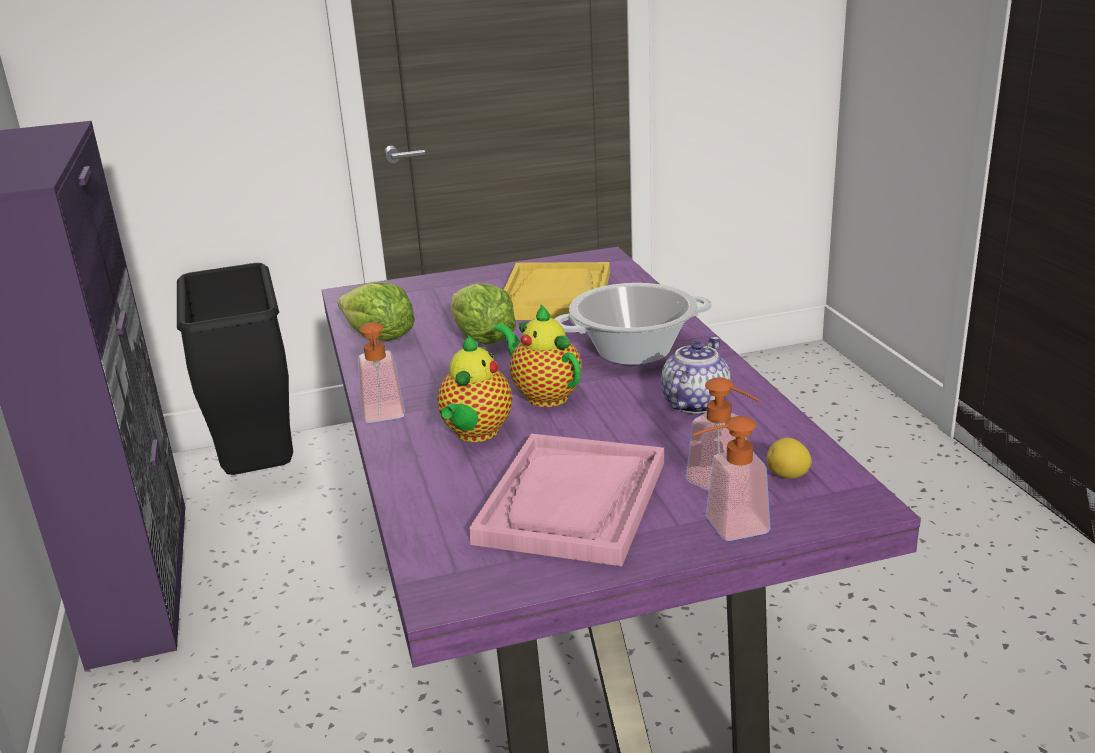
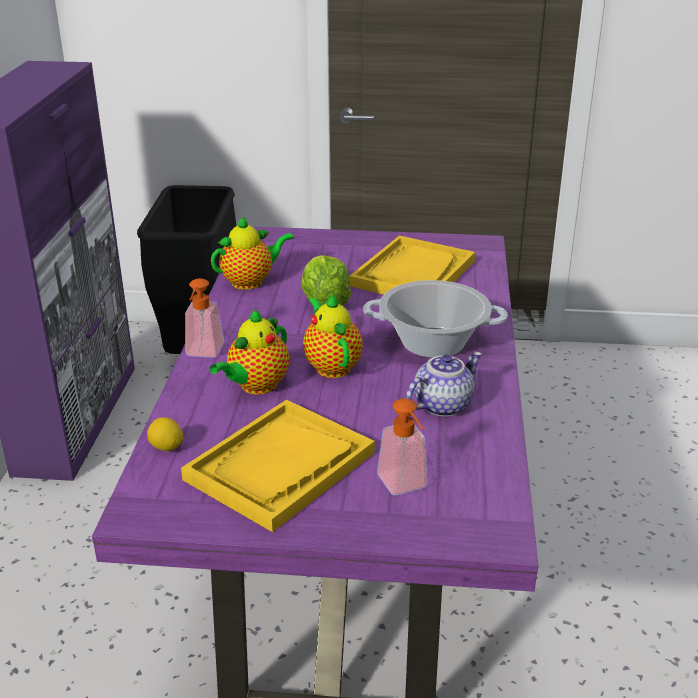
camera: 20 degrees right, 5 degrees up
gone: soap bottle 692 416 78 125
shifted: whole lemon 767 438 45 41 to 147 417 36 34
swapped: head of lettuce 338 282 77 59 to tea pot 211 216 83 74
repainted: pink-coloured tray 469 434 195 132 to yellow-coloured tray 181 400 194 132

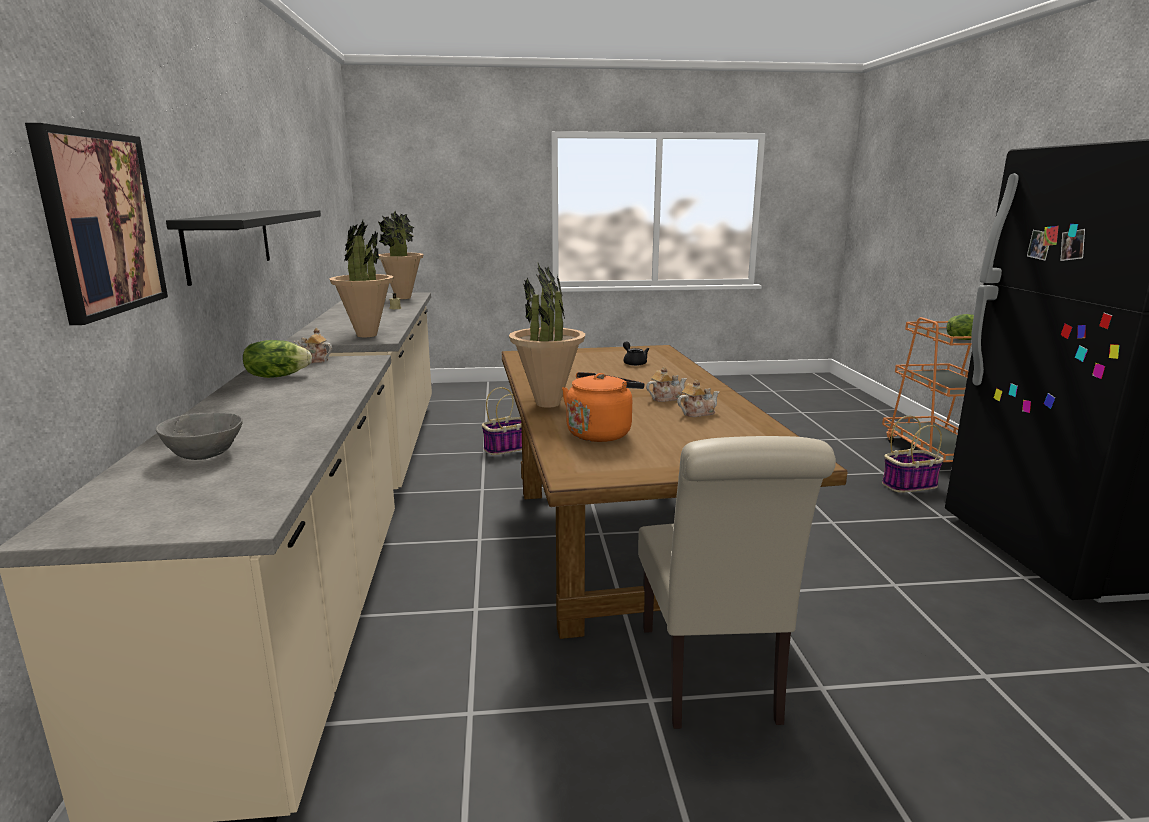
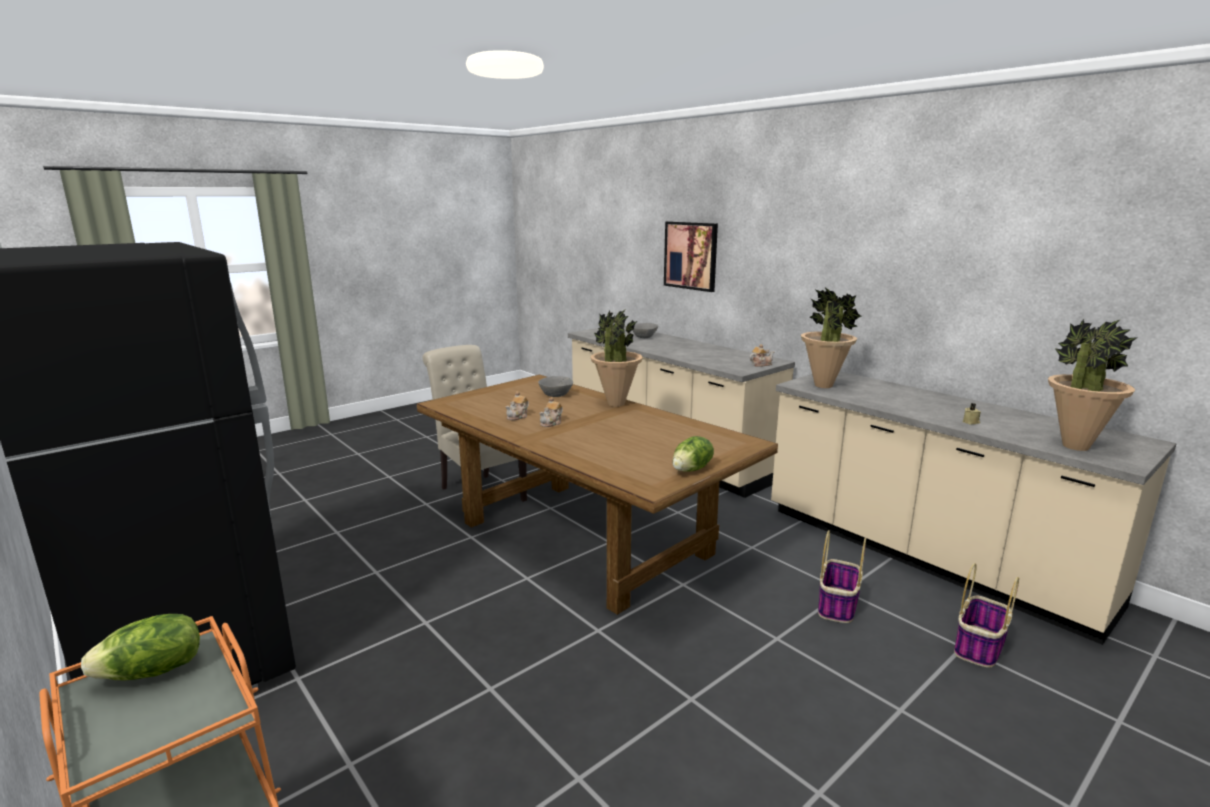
camera: 145 degrees right, 0 degrees up
gone: black-coloured shelf 166 210 155 76; black-coloured tea pot 623 341 26 25
shifted: head of lettuce 243 340 69 38 to 672 436 42 36; household basket 882 416 62 77 to 954 563 65 105
swapped: orangey tea kettle 562 372 83 70 to greyish serving bowl 538 376 35 21

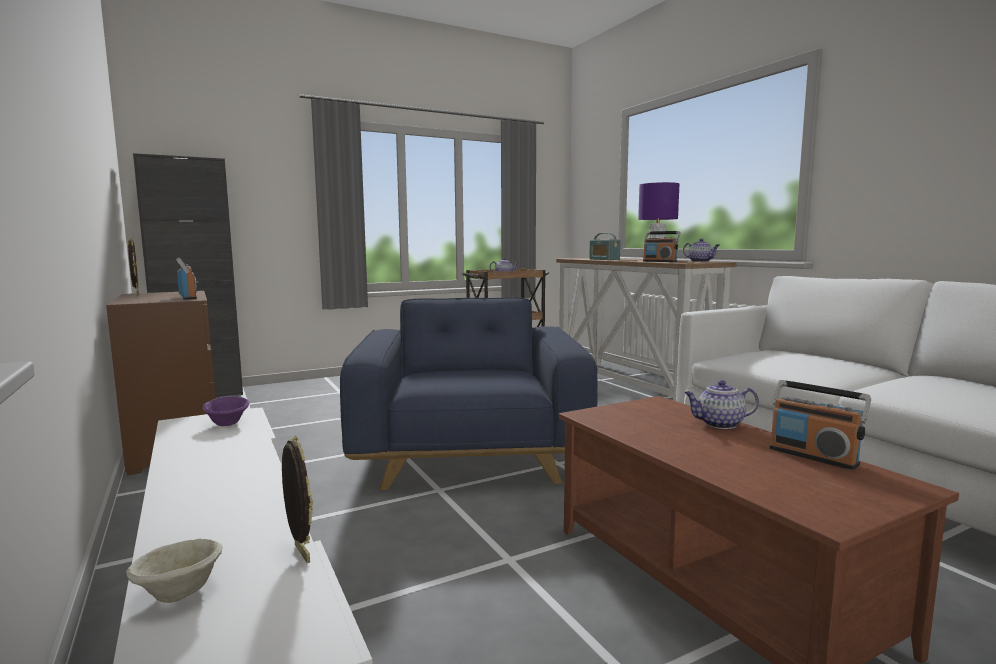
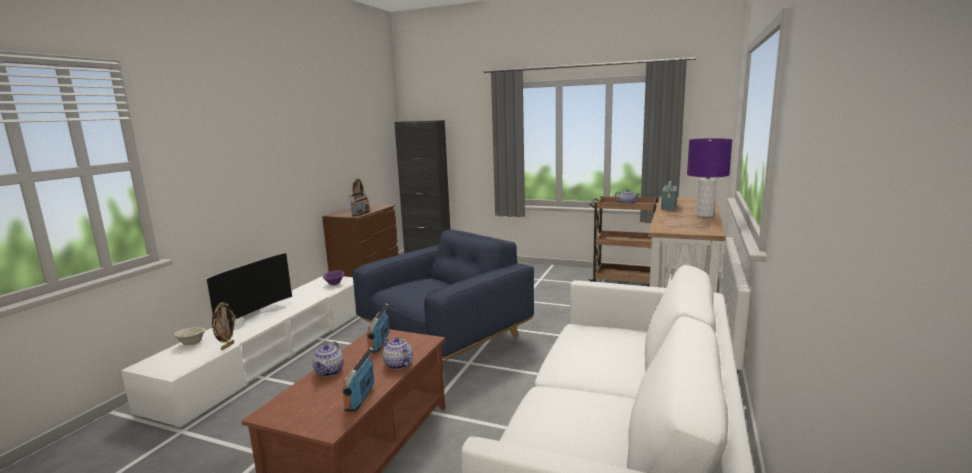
camera: 50 degrees right, 5 degrees up
new: TV set 206 253 86 77
shifted: radio receiver 643 231 38 31 to 367 303 22 49; tea pot 683 239 36 23 to 312 341 32 35

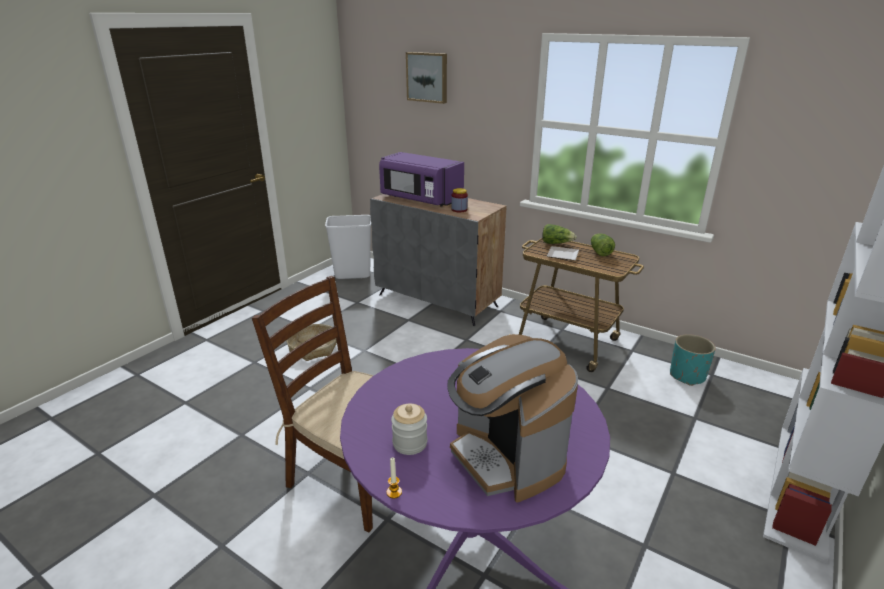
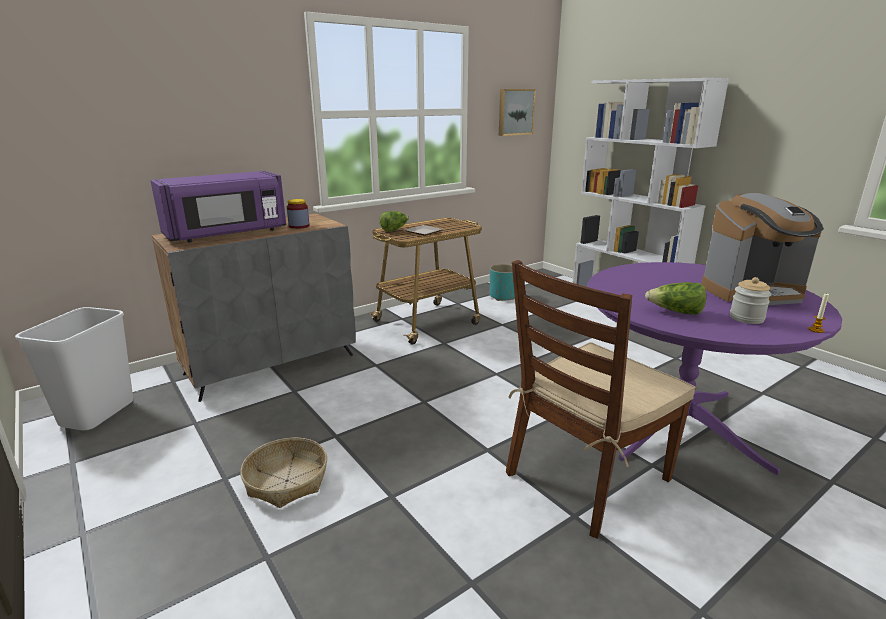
camera: 70 degrees left, 5 degrees down
shifted: wall picture 406 52 41 52 to 499 89 37 47; head of lettuce 591 233 24 23 to 645 282 61 33

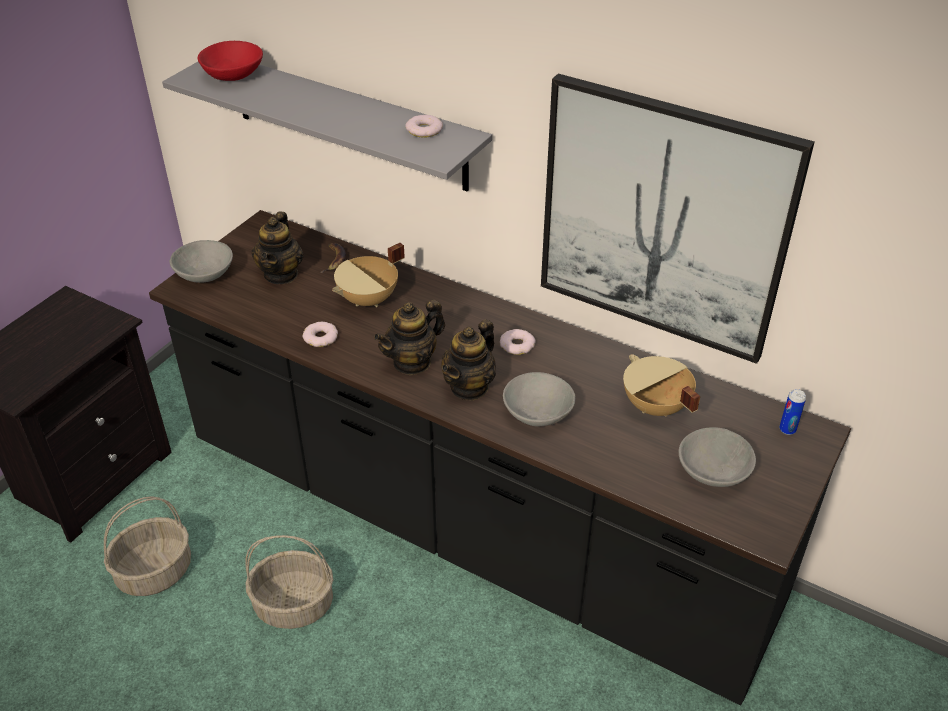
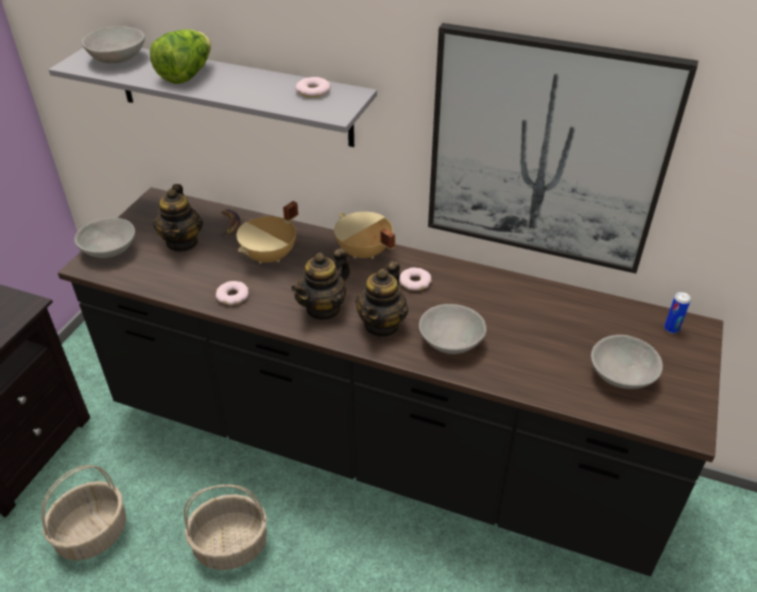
camera: 10 degrees left, 0 degrees up
new: head of lettuce 150 29 61 55
shifted: sand-coloured stockpot 623 354 78 63 to 334 212 61 47
repainted: red-coloured serving bowl 197 41 66 40 to greyish serving bowl 81 26 64 38

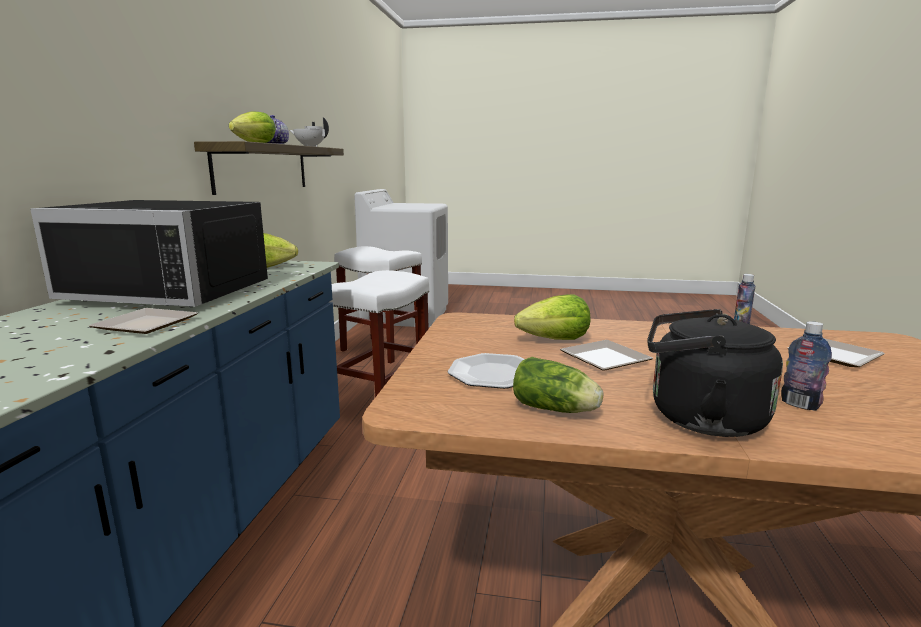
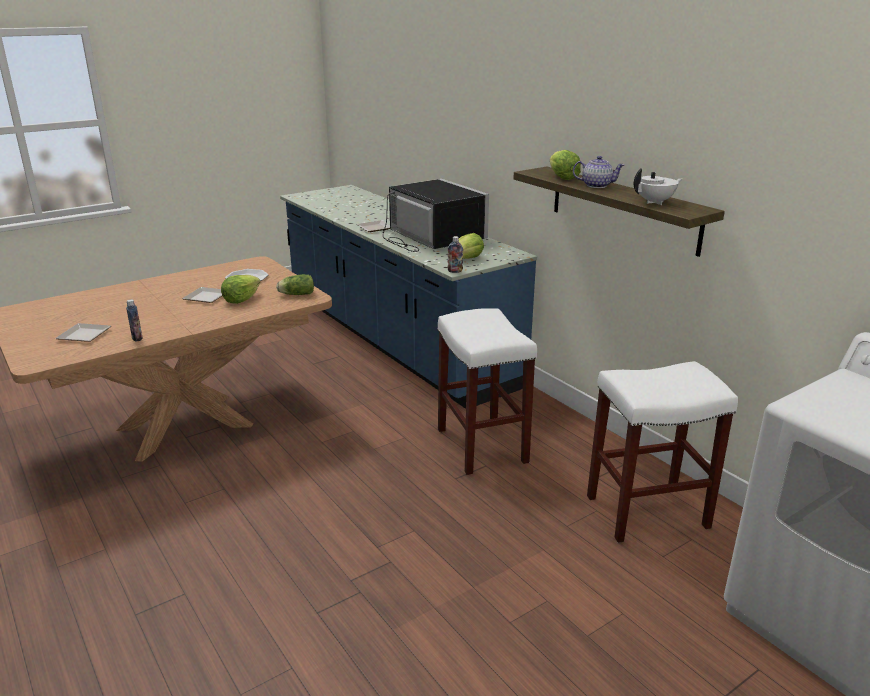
camera: 135 degrees right, 10 degrees up
gone: black-coloured tea kettle 647 309 136 128
shifted: head of lettuce 513 357 90 56 to 276 274 38 21; drink bottle 781 321 51 90 to 447 236 16 37
rotated: black-coloured microwave oven 30 200 238 107 = 383 179 106 73 90 degrees clockwise

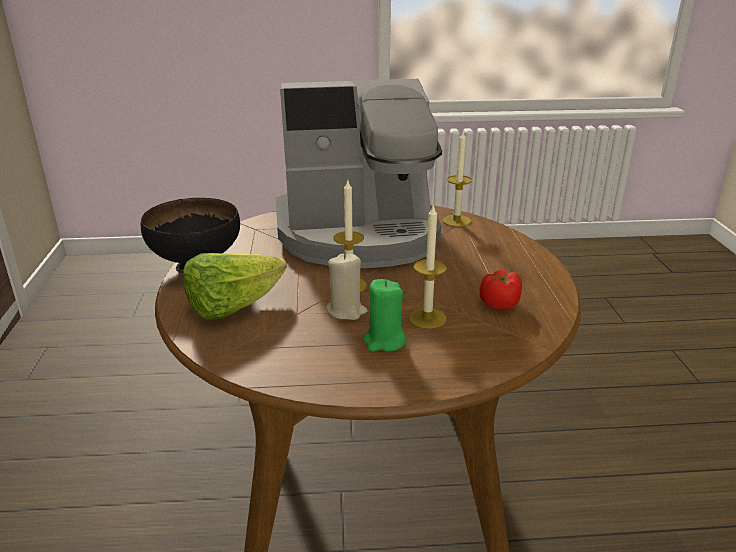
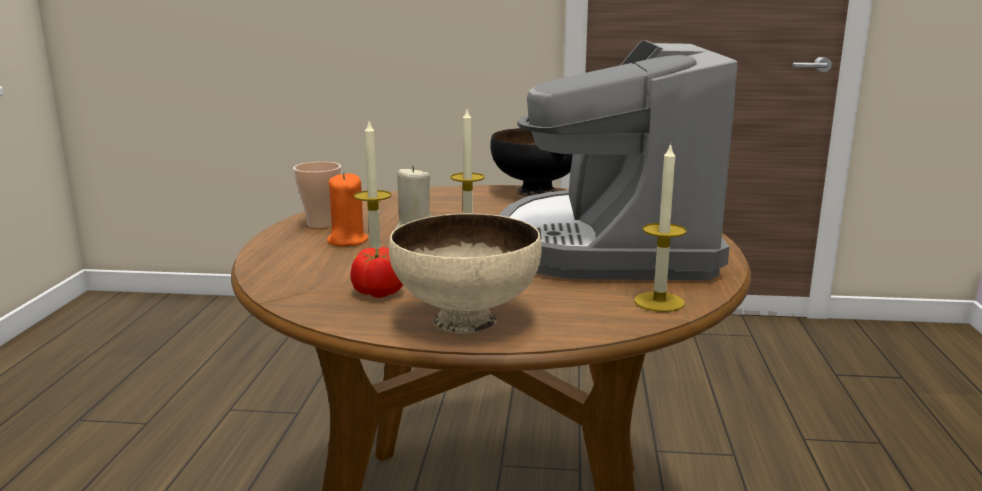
camera: 100 degrees right, 10 degrees down
gone: head of lettuce 183 253 104 67
new: cup 293 162 48 66; sand-coloured serving bowl 389 213 153 121
repainted: green-coloured wax light 363 279 43 73 to orangey wax light 327 172 41 75

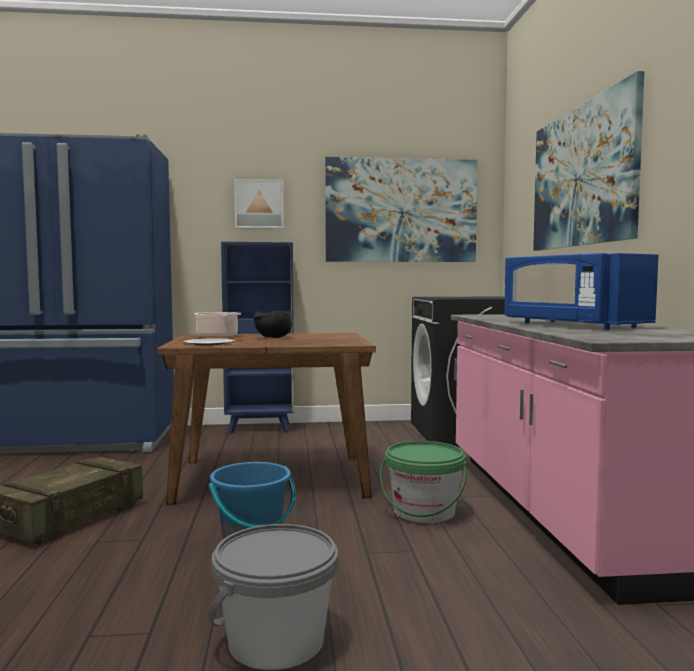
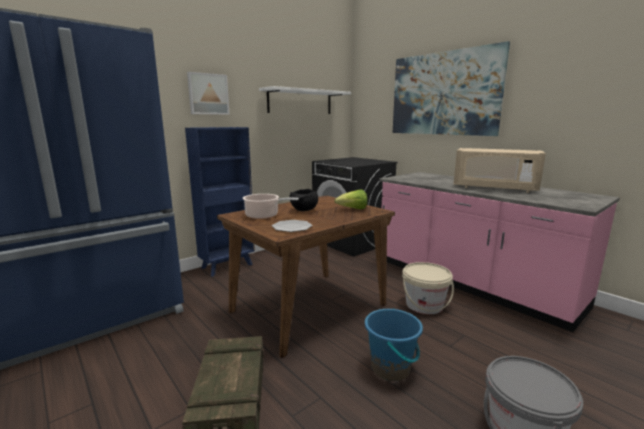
camera: 35 degrees left, 10 degrees up
new: head of lettuce 334 189 33 20
swapped: wall picture 325 157 153 105 to white-coloured shelf 259 86 92 28
repainted: green-coloured pail 380 441 87 82 to sand-coloured pail 402 262 52 52; blue-coloured microwave oven 504 253 154 77 to sand-coloured microwave oven 454 148 92 45

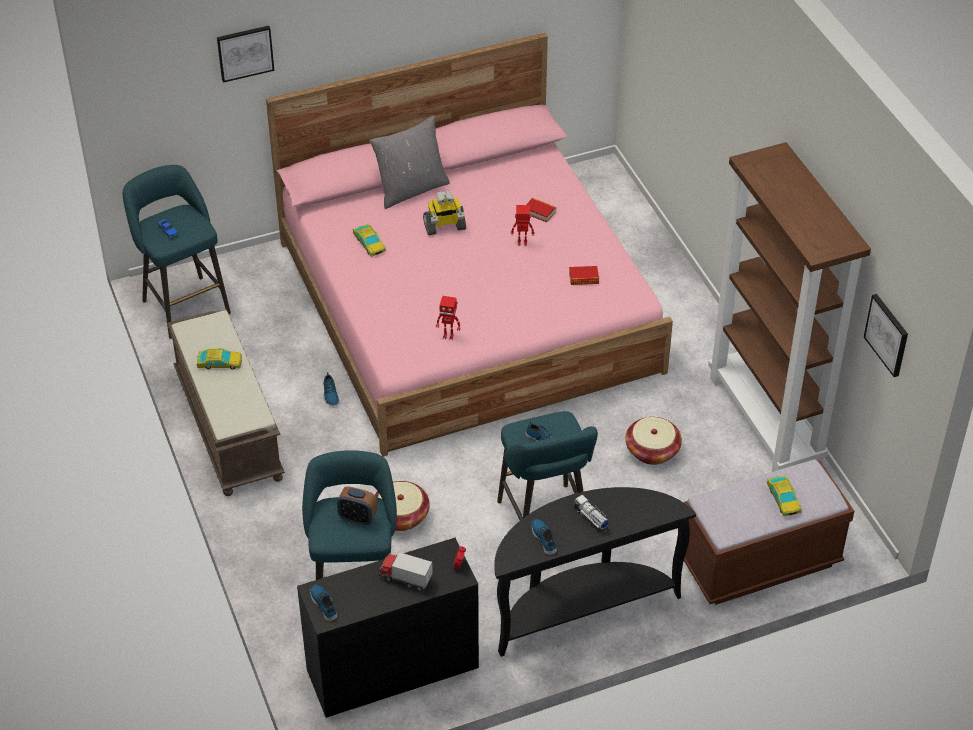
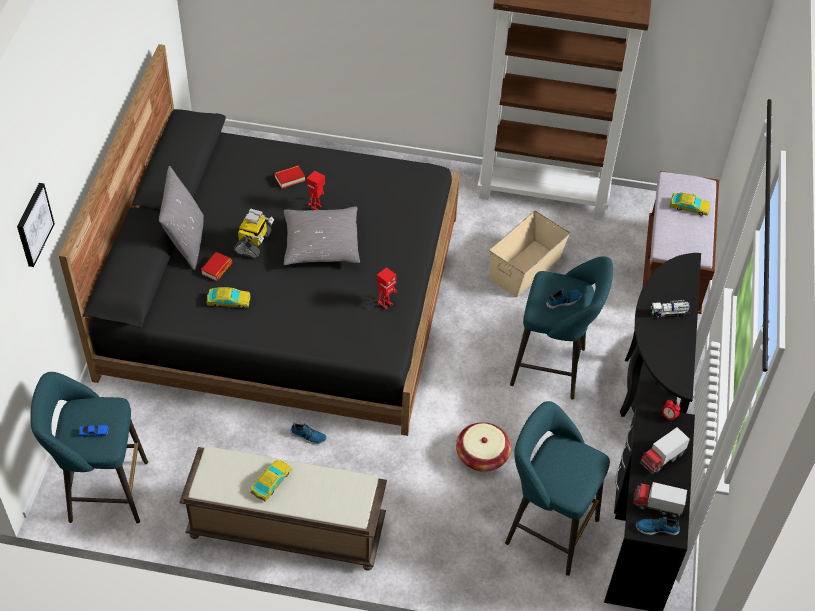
camera: 60 degrees left, 5 degrees up
gone: table clock 337 486 40 39; shoe 531 519 26 36; wall picture 864 294 44 83
new: greyish pillow 284 206 76 59; toy truck 633 482 54 36
shifted: volume 569 266 30 19 to 201 252 32 29
swapped: household basket 625 417 57 48 to sand-coloured storage container 489 211 81 86
repainted: pink-coloured bedroom bed 266 33 407 424 to black-coloured bedroom bed 59 44 401 392

